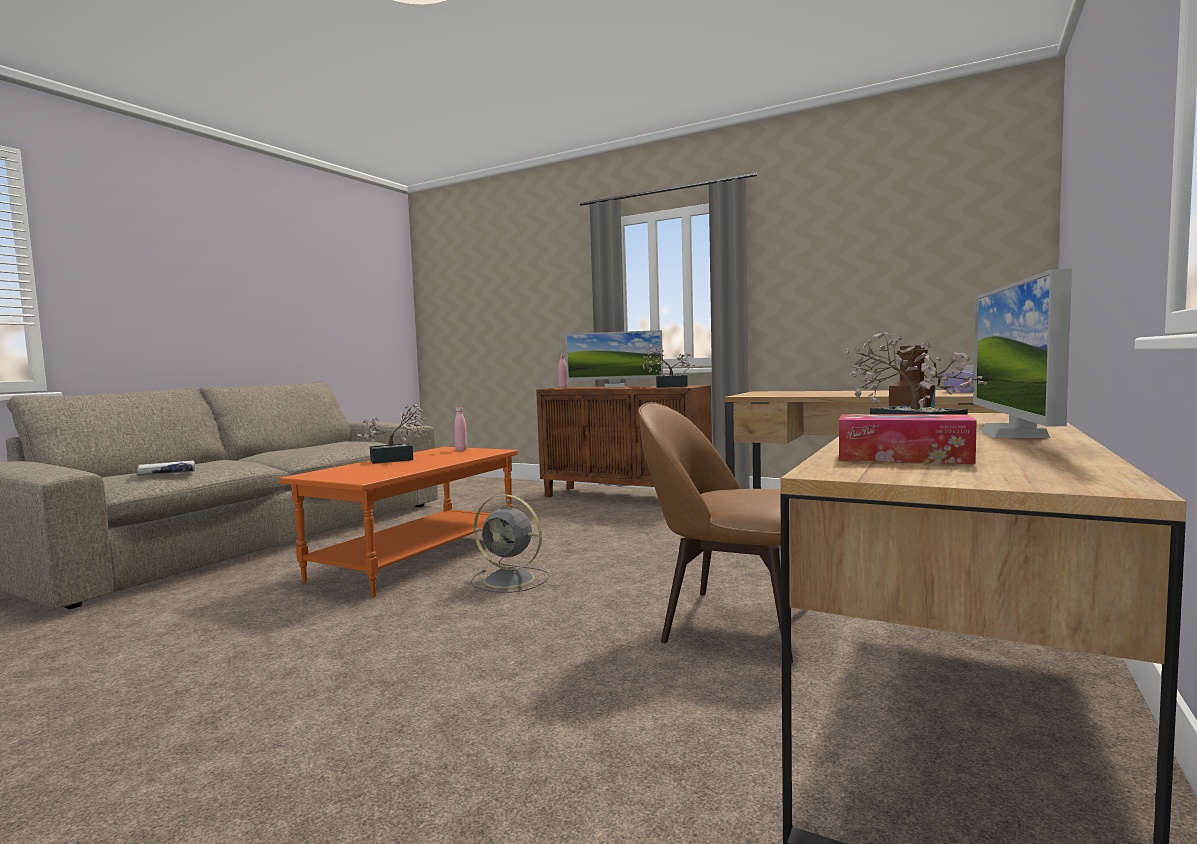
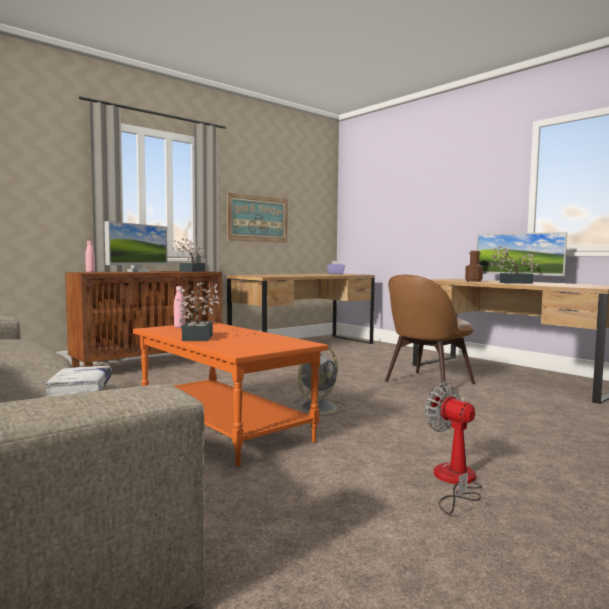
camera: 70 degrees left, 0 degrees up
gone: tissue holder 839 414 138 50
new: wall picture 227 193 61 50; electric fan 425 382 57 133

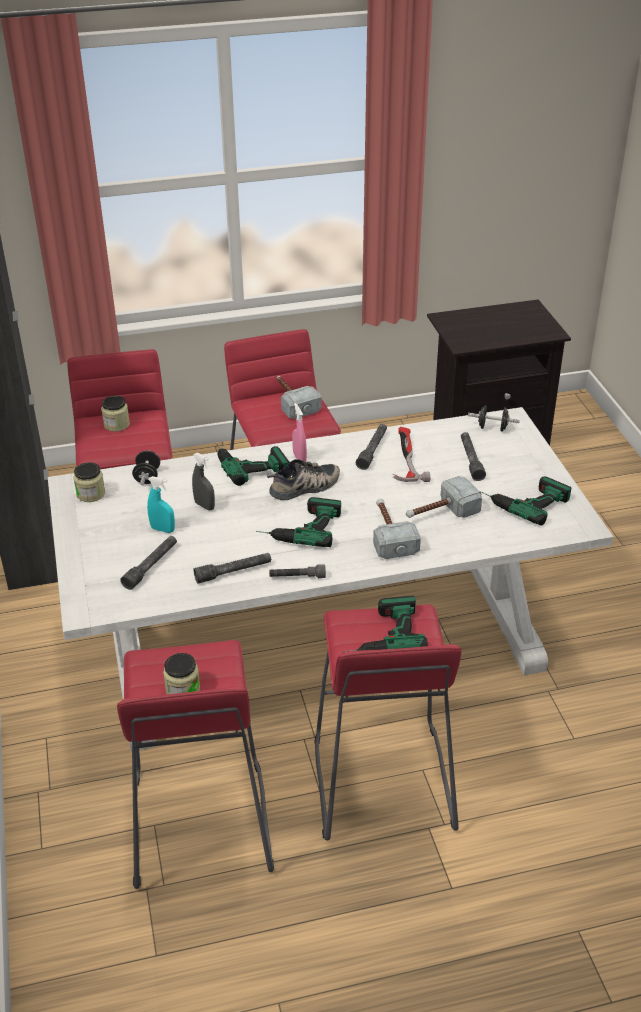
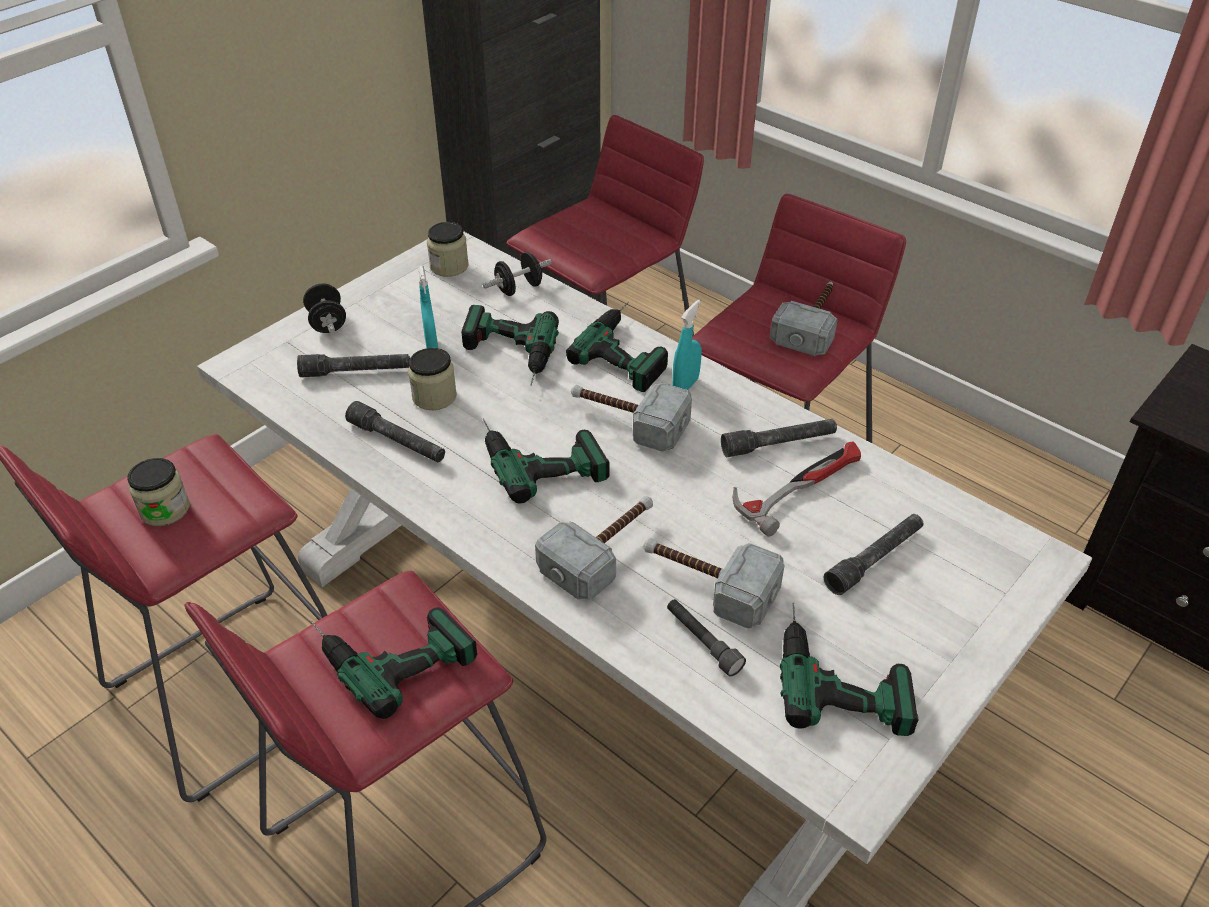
camera: 55 degrees right, 5 degrees up
shifted: storage jar 101 395 29 37 to 408 348 49 62; greyish flashlight 269 564 57 14 to 667 599 79 77; black-coloured dumbbell 468 405 52 26 to 303 283 43 50
swapped: greyish sprayer 192 452 23 58 to power drill 461 305 98 81; shoe 267 459 73 41 to tool hammer 571 383 121 69
repainted: pink-coloured sprayer 292 403 15 59 to turquoise-coloured sprayer 672 300 30 90

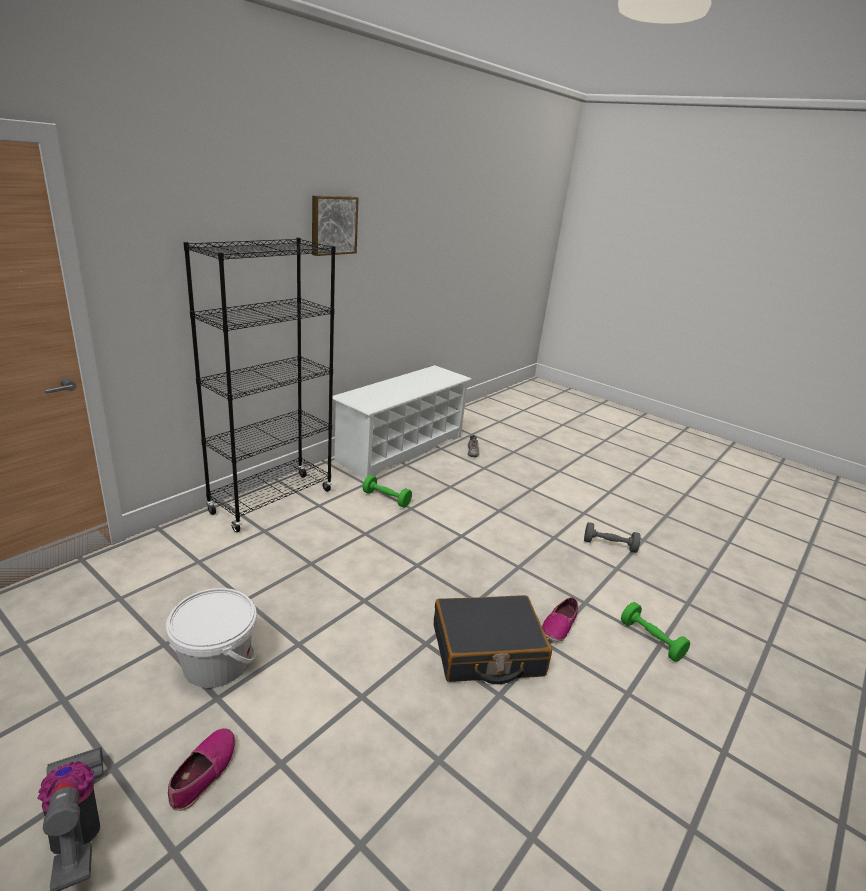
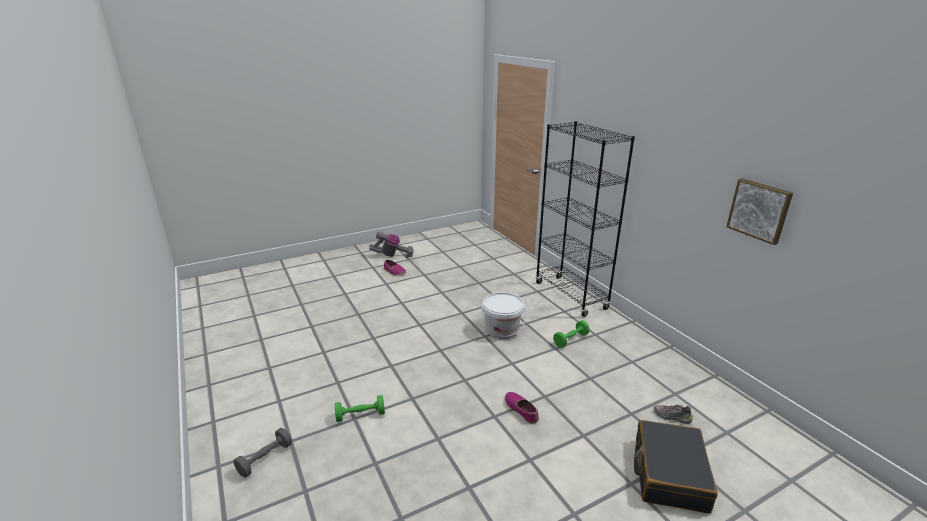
camera: 115 degrees right, 0 degrees up
gone: white-coloured shoe stand 332 365 140 114
shifted: white-coloured pail 166 588 91 100 to 482 292 44 47; wall picture 312 196 47 60 to 726 178 67 67; black-coloured travel case 434 595 118 89 to 634 420 84 93; shoe 542 597 36 45 to 505 392 34 32; greyish dumbbell 584 522 57 31 to 234 428 58 49

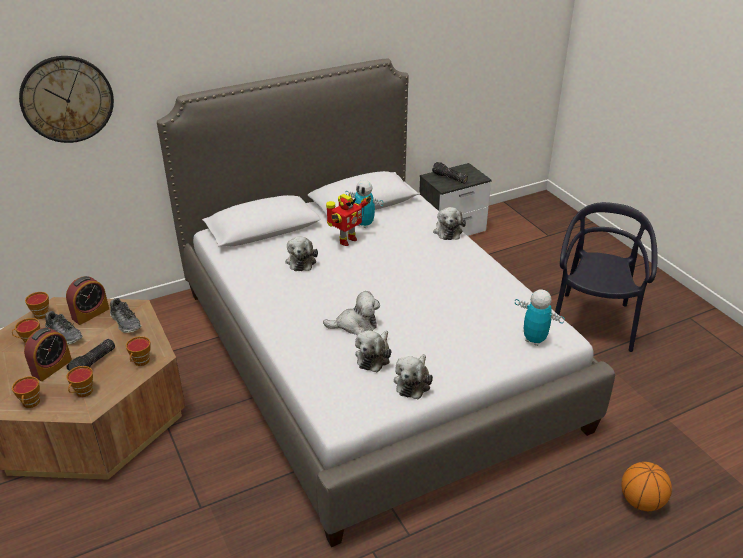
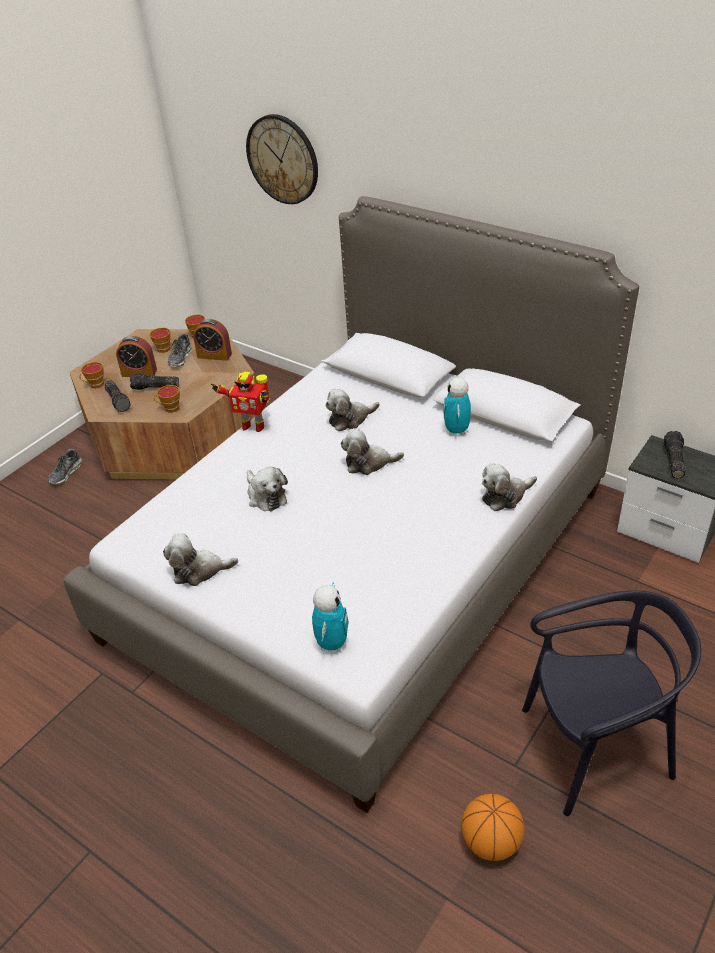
camera: 65 degrees right, 5 degrees up
shifted: shoe 110 298 31 35 to 48 449 34 35; robot figure 326 194 45 52 to 211 372 59 60; plush toy 355 330 36 42 to 341 428 63 47; basketball 621 462 51 49 to 461 794 63 67
swapped: cup 67 366 26 31 to flashlight 104 380 27 32

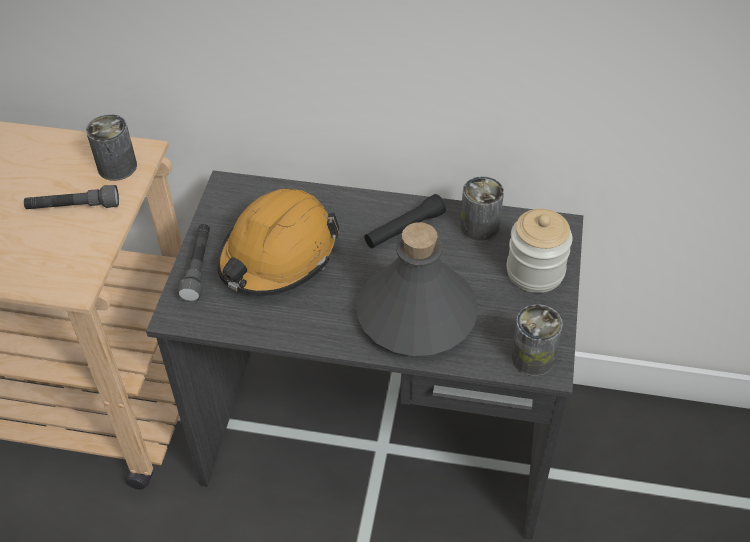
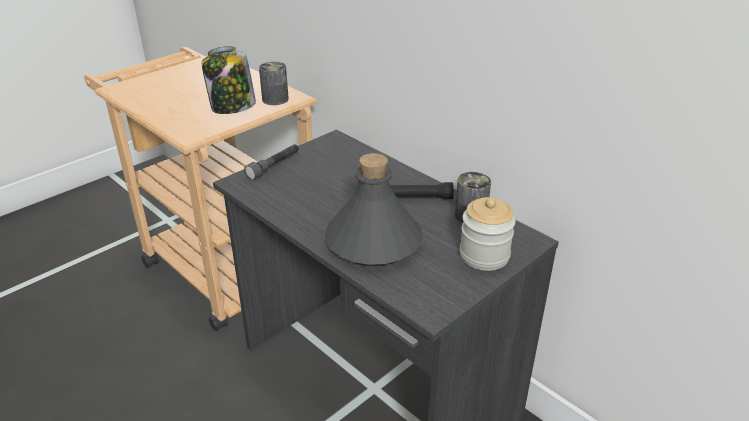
camera: 35 degrees right, 15 degrees down
gone: orangey safety helmet 217 189 122 107; sealed can 511 305 52 71
swapped: greyish flashlight 24 185 95 24 to storage jar 202 46 54 68

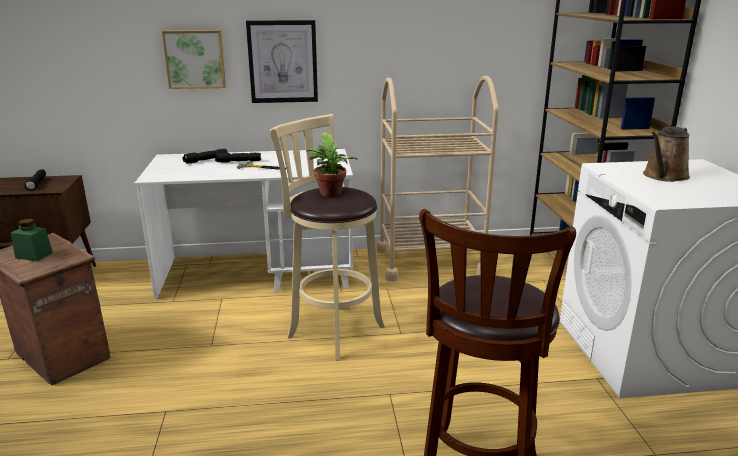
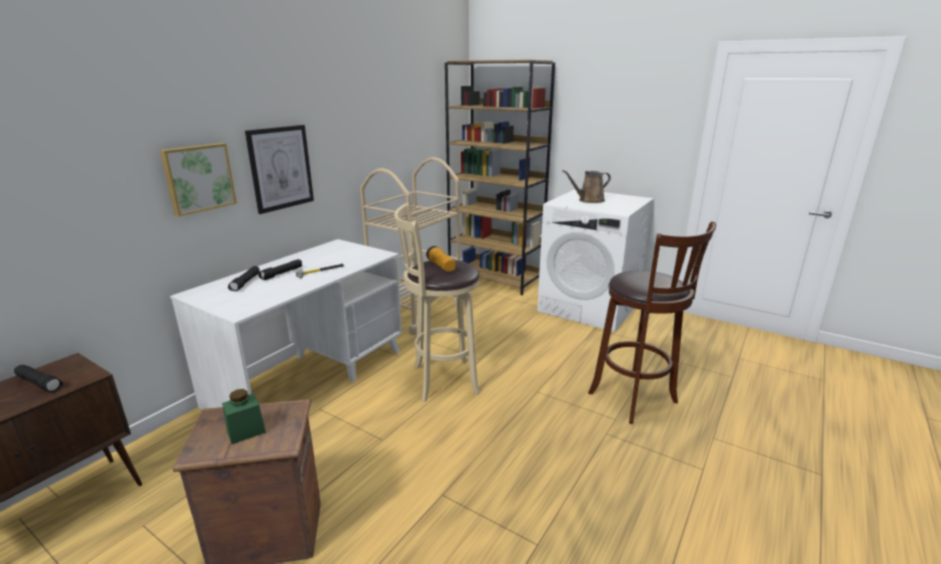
camera: 50 degrees left, 0 degrees up
swapped: houseplant 306 132 52 65 to flashlight 426 246 30 26
rotated: brownish watering pot 643 126 47 56 = 562 170 49 33 75 degrees clockwise

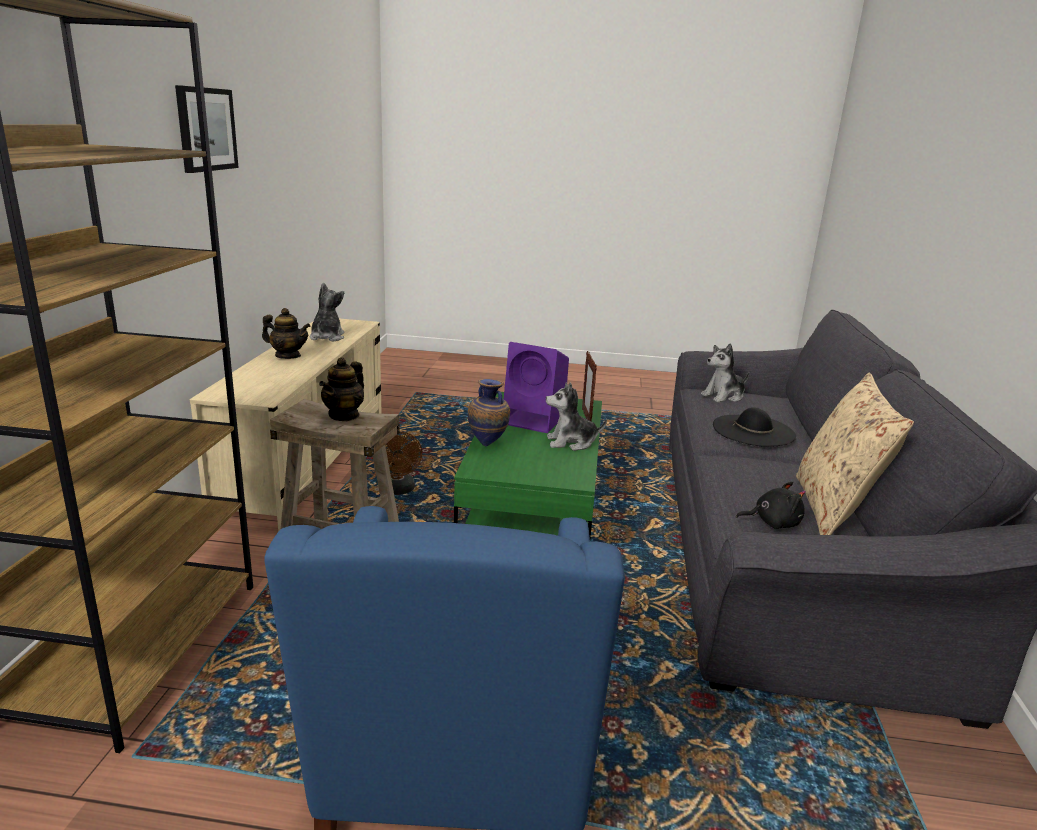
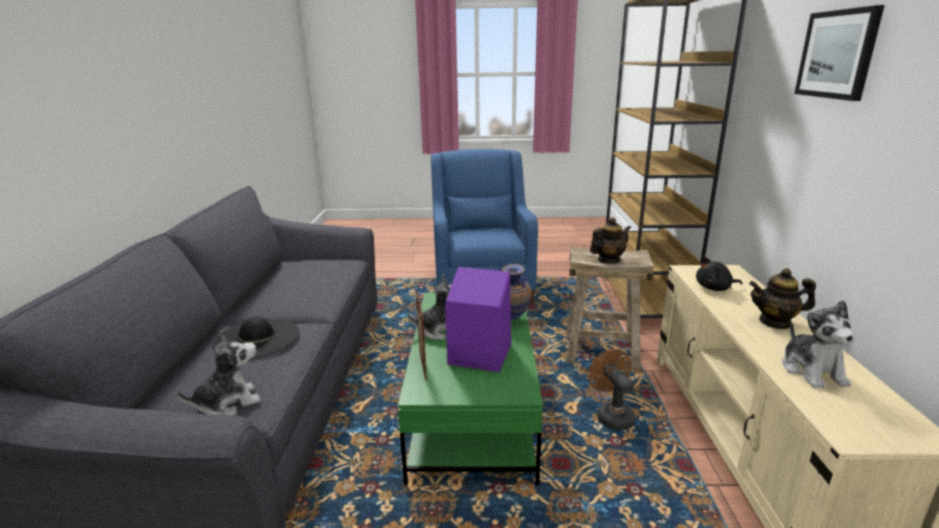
camera: 175 degrees right, 0 degrees up
gone: sand-coloured pillow 796 373 118 162
shifted: black-coloured plush toy 736 482 70 47 to 696 257 46 34
rotated: tea pot 319 357 45 64 = 590 218 41 45 45 degrees clockwise

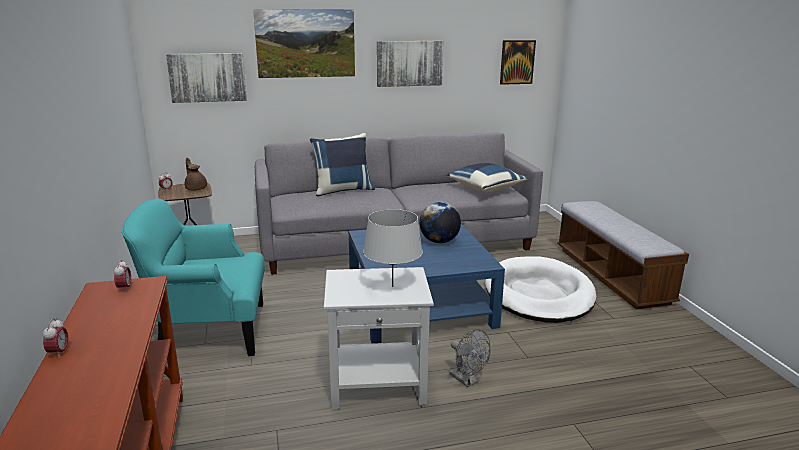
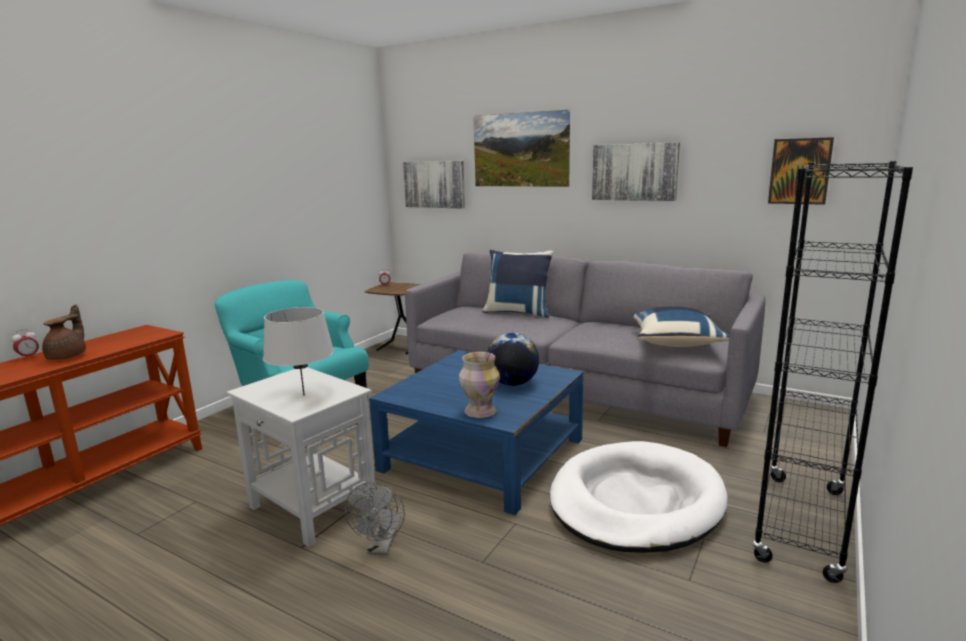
camera: 45 degrees right, 5 degrees down
gone: table clock 114 260 17 32
new: flower vase 459 352 41 66
shifted: brownish tea pot 185 158 22 33 to 42 304 44 56
swapped: indoor bench 557 201 132 108 to black-coloured bookshelf 752 161 161 422

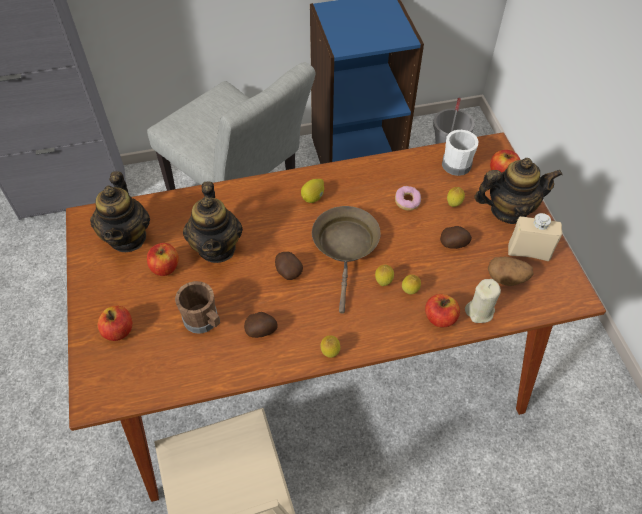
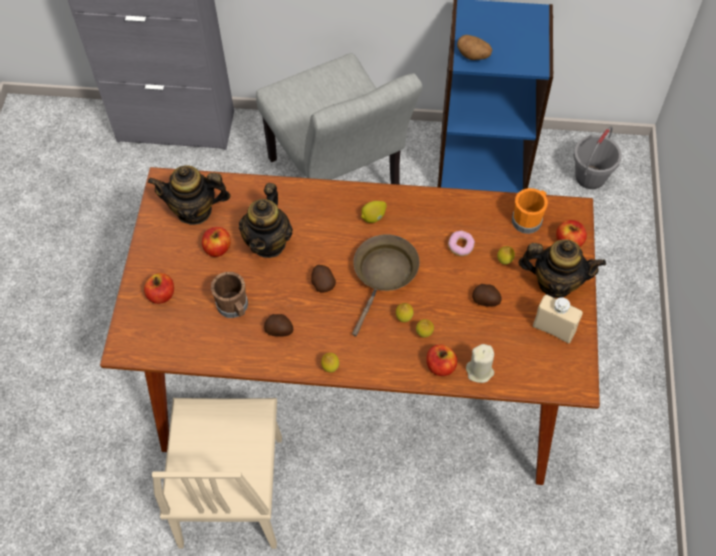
camera: 20 degrees right, 5 degrees up
shifted: potato 488 257 46 29 to 457 35 36 25
repainted: white-coloured tea mug 442 130 37 46 to orangey tea mug 512 188 36 46
rotated: tea pot 90 171 60 81 = 148 165 83 60 75 degrees clockwise

